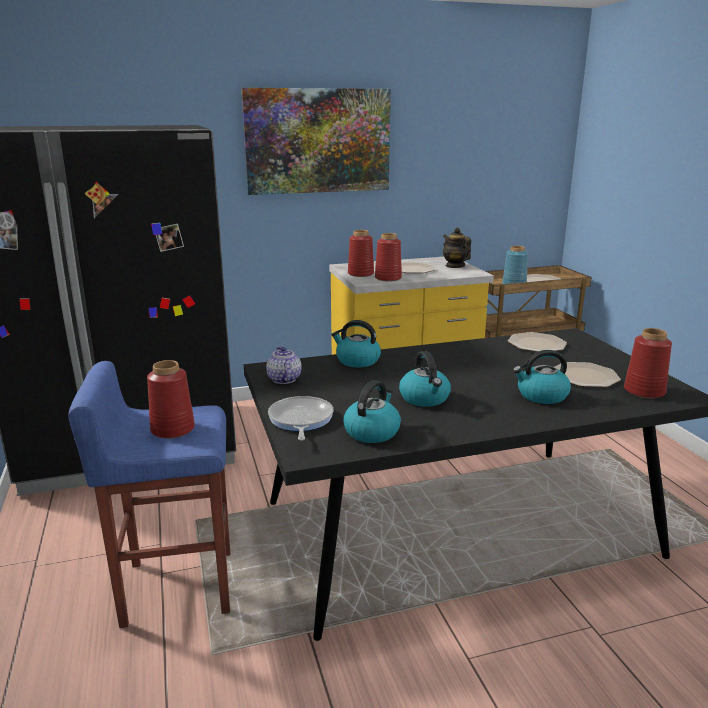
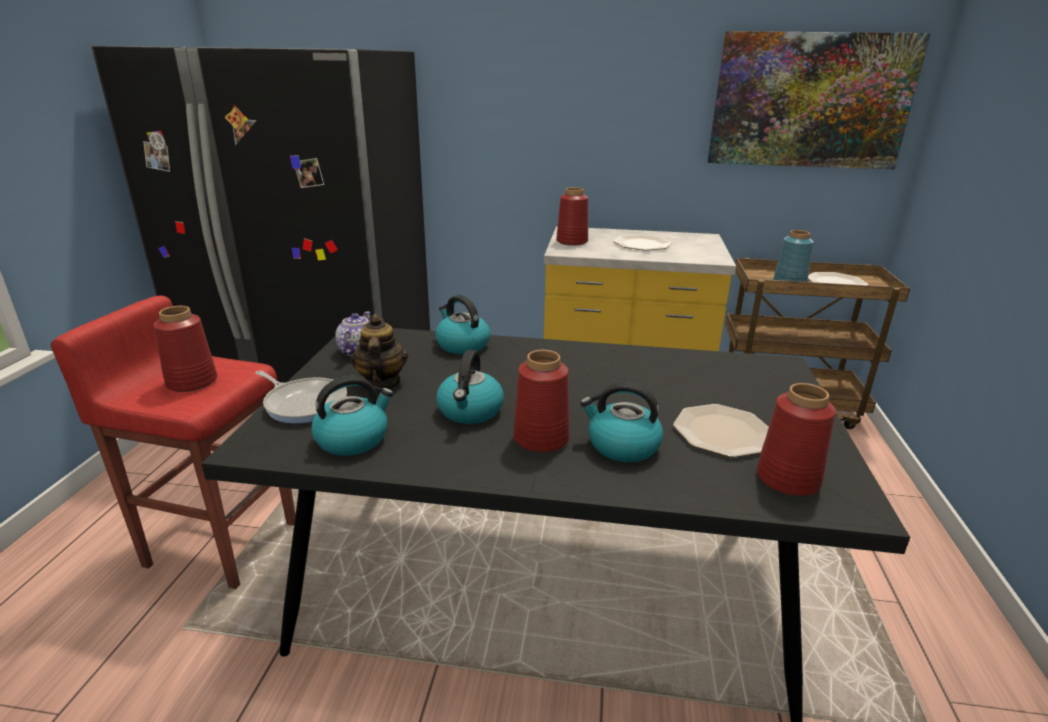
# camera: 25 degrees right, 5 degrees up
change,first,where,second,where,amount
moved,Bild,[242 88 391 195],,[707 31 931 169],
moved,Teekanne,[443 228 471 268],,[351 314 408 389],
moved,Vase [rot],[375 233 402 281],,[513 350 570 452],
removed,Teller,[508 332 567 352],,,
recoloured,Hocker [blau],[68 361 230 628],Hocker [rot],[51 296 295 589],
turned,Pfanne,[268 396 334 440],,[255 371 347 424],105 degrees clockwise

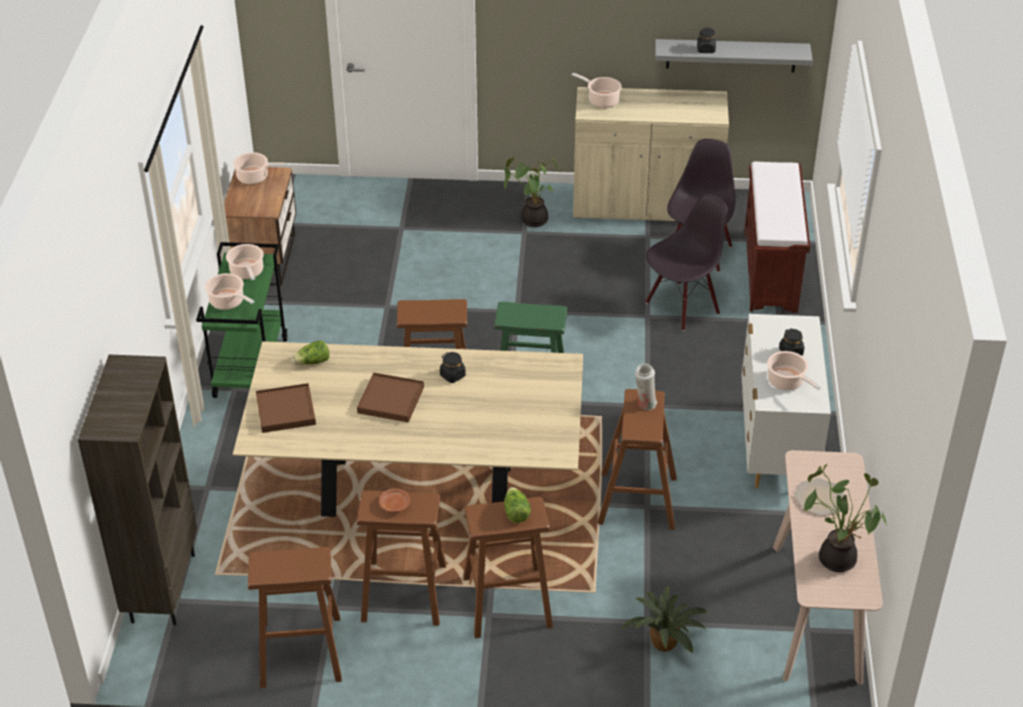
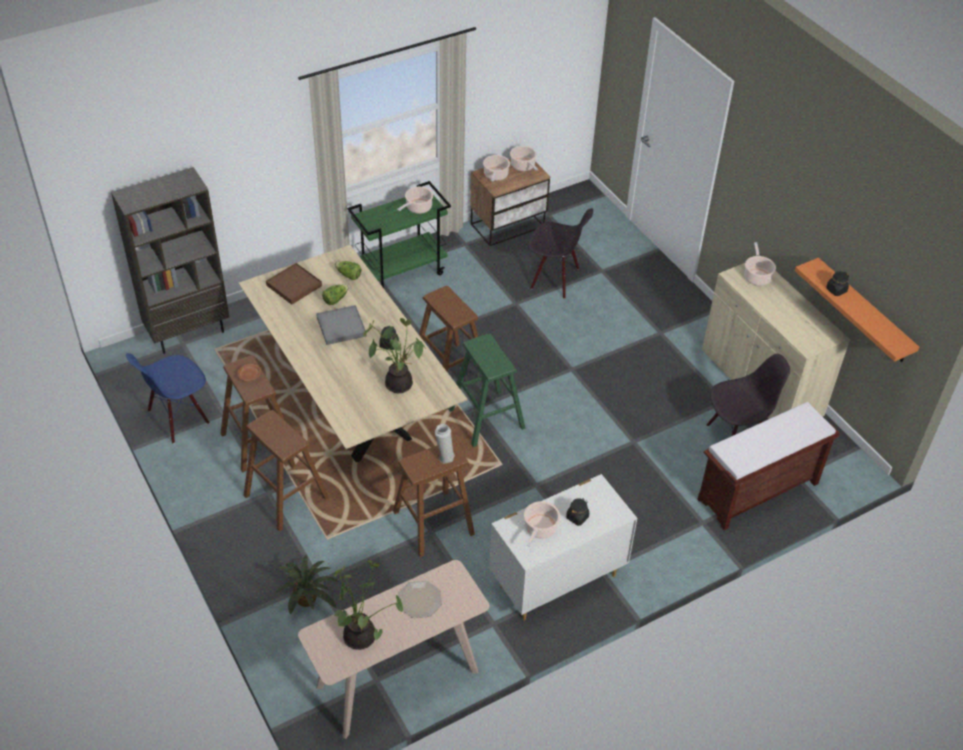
# camera: 55 degrees right, 5 degrees up
change,first,where,second,where,amount
recoloured,Wandregal [grau],[655 39 813 72],Wandregal [orange],[795 258 919 362],
moved,Topfpflanze,[504 156 559 227],,[363 318 426 393],
moved,Stuhl [schwarz],[646 194 728 331],,[528 208 593 299],
moved,Kochtopf,[205 273 255 310],,[483 155 510 182],
recoloured,Tablett [braun],[357 373 424 423],Tablett [grau],[316 305 366 345],
moved,Salatkopf,[504 487 531 523],,[322 284 349 305],
replaced,Hocker [braun],[248 547 342 688],Stuhl [blau],[126 353 210 444],

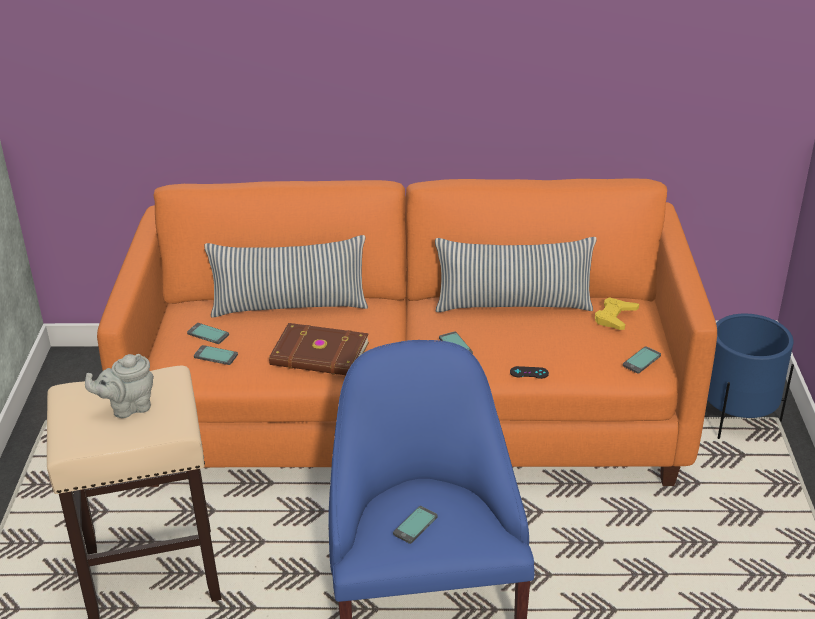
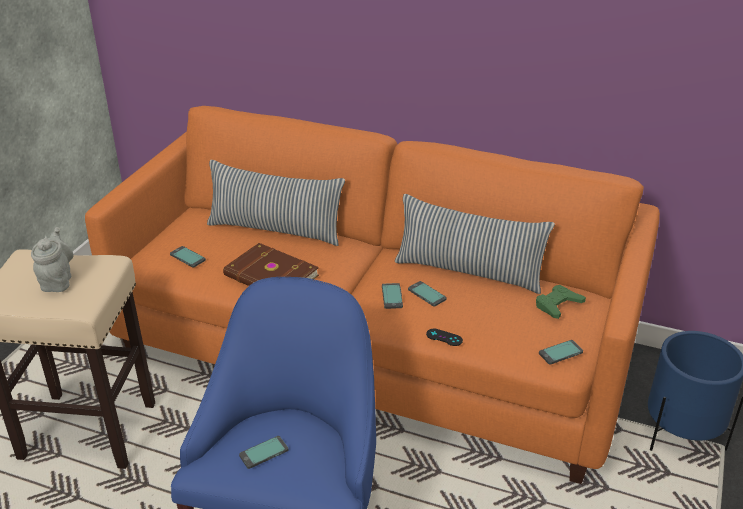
# camera: 20 degrees right, 0 degrees up
change,first,where,second,where,amount
recoloured,Gamepad [gelb],[595 297 639 330],Gamepad [grün],[536 285 586 319],
moved,Handy,[187 323 229 344],,[408 281 447 307],
turned,Teekanne [grau],[85 354 154 418],,[31 227 74 292],90 degrees clockwise

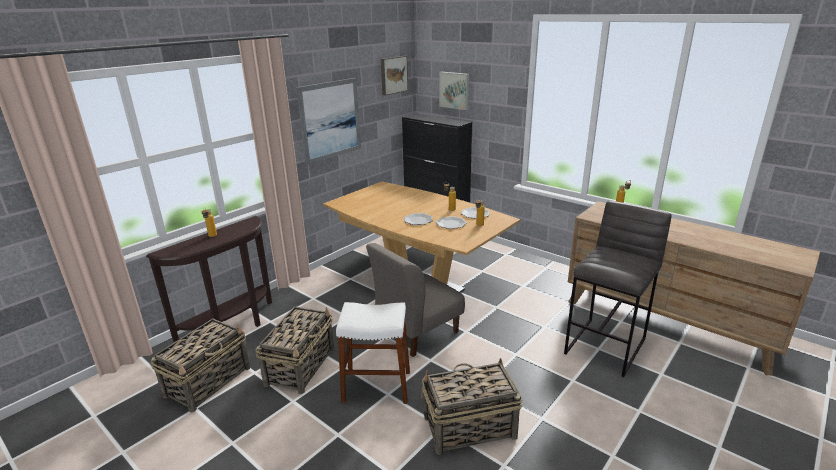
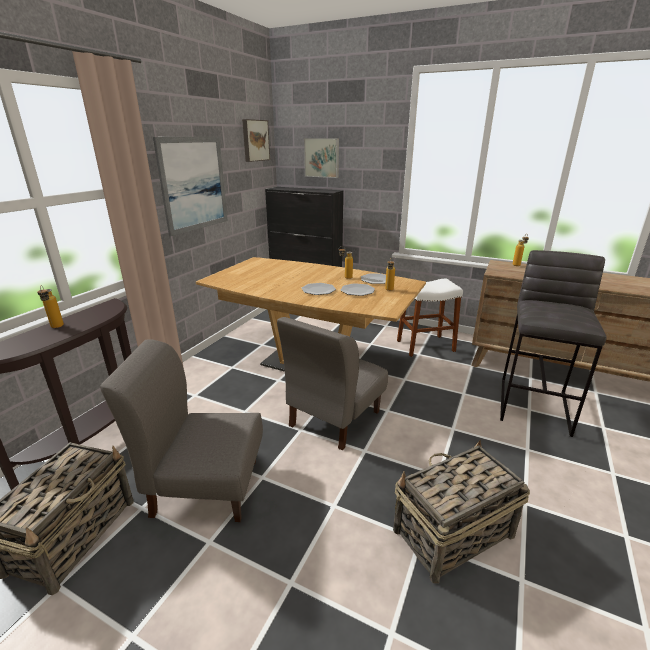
# camera: 15 degrees left, 0 degrees up
change,first,where,second,where,amount
moved,Hocker [weiß],[336 302 410 404],,[397 279 463 357],
replaced,Korb,[256 306 334 394],Stuhl [grau],[100 339 263 522],

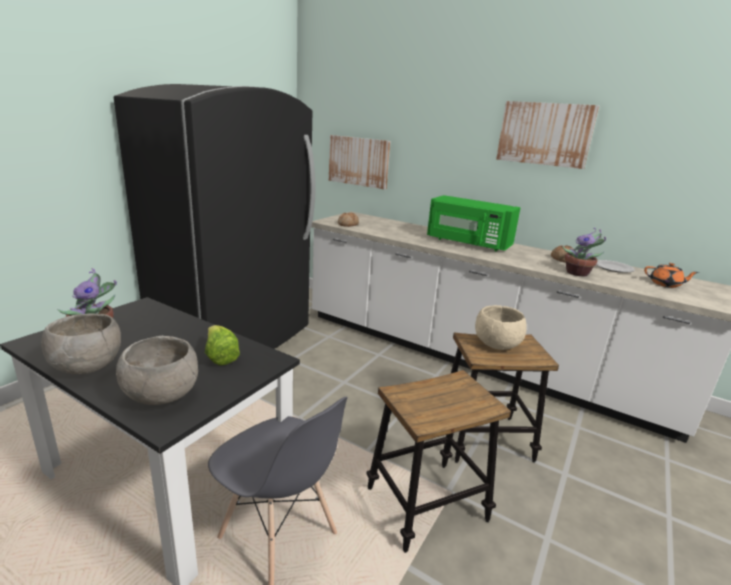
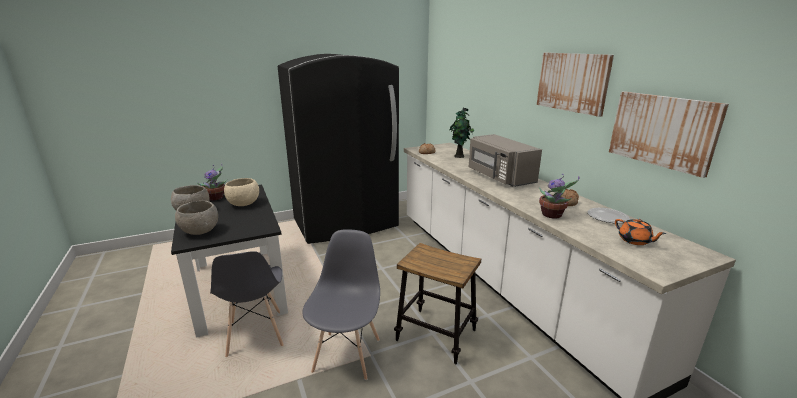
# camera: 35 degrees right, 0 degrees up
change,first,where,second,where,amount
moved,Bild,[329 135 391 190],,[609 91 729 178],
recoloured,Mikrowelle [grün],[427 195 521 251],Mikrowelle [grau],[469 134 542 187],
moved,Schüssel [beige],[475 305 527 350],,[224 178 259 206],
removed,Salatkopf,[205 325 240 365],,,
replaced,Hocker,[366 370 511 553],Stuhl [grau],[302 229 380 380],
added,,,Topfpflanze,[450 108 474 158],

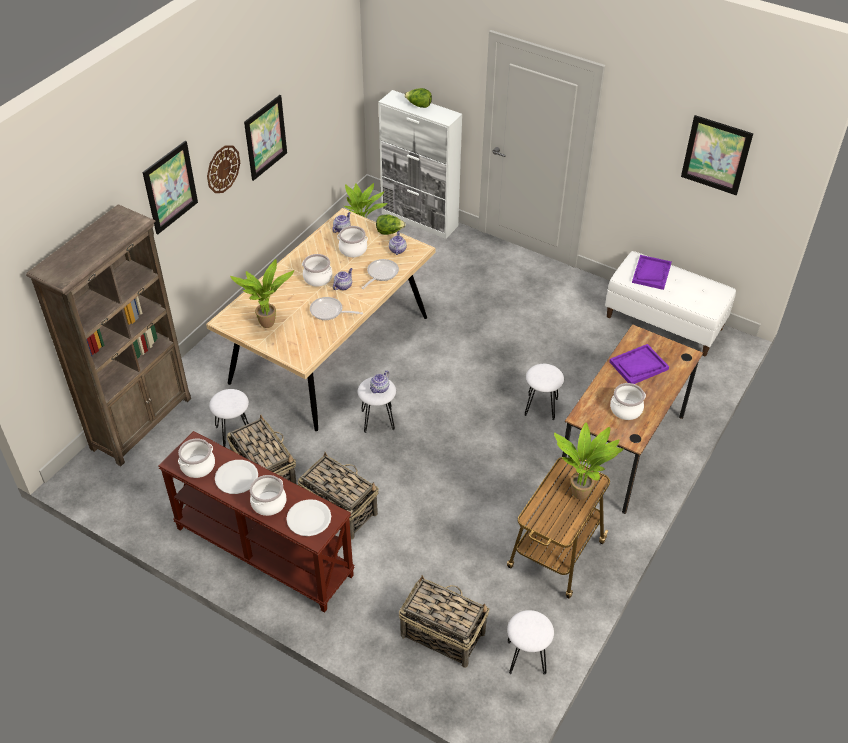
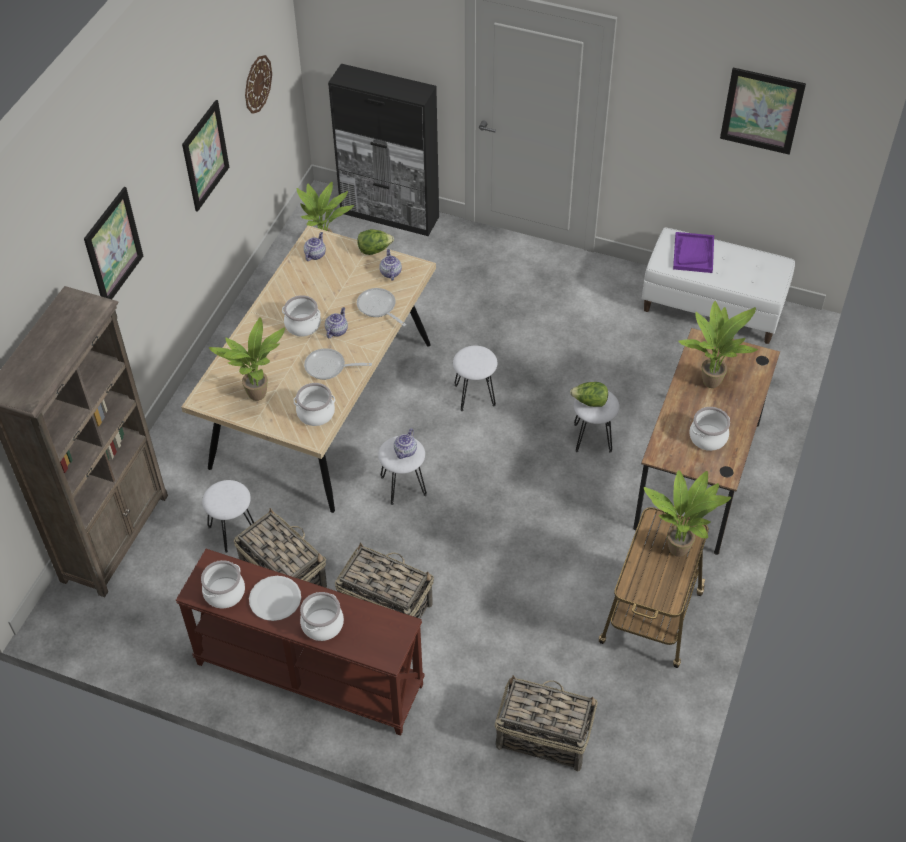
# camera: 10 degrees left, 5 degrees up
change,first,where,second,where,amount
moved,Salatkopf,[404 88 432 108],,[570 382 608 407],
recoloured,Schrank [weiß],[379 90 462 239],Schrank [schwarz],[328 64 439 236],
moved,Wanduhr,[207 145 240 193],,[245 55 272 114],
moved,Kochtopf,[337 226 368 257],,[294 383 335 426],
turned,Pfanne,[362 259 399 289],,[357 288 406 326],60 degrees counterclockwise
replaced,Tablett [lila],[609 344 669 384],Topfpflanze,[678 301 758 388],
removed,Teller [weiß],[286 499 331 536],,,
moved,Hocker [weiß],[507 610 554 675],,[453 345 497 411],

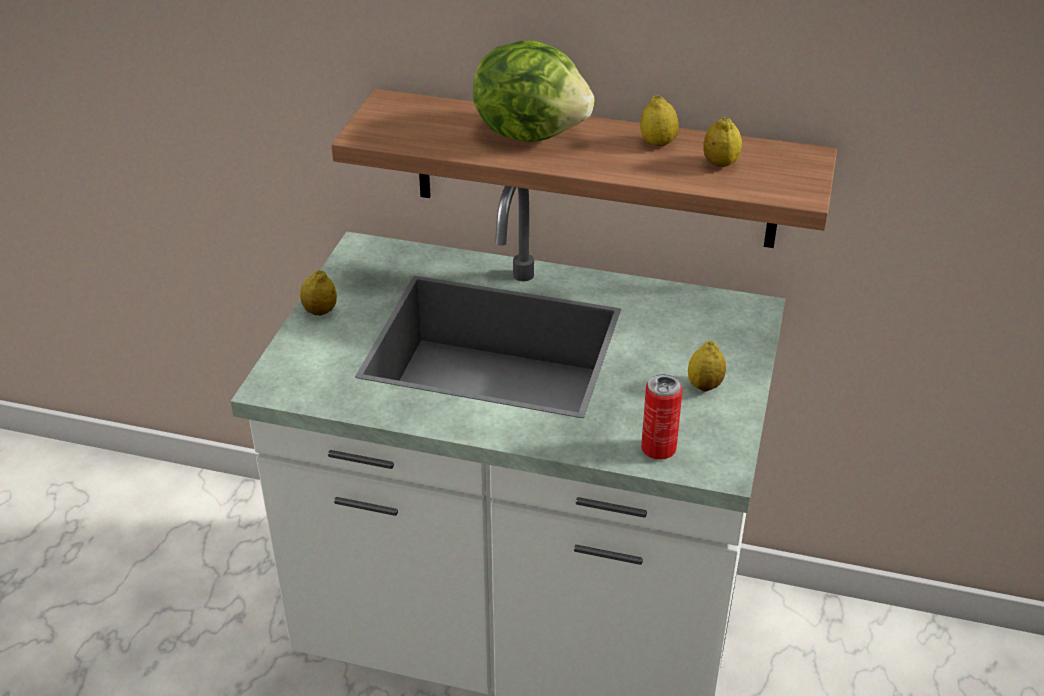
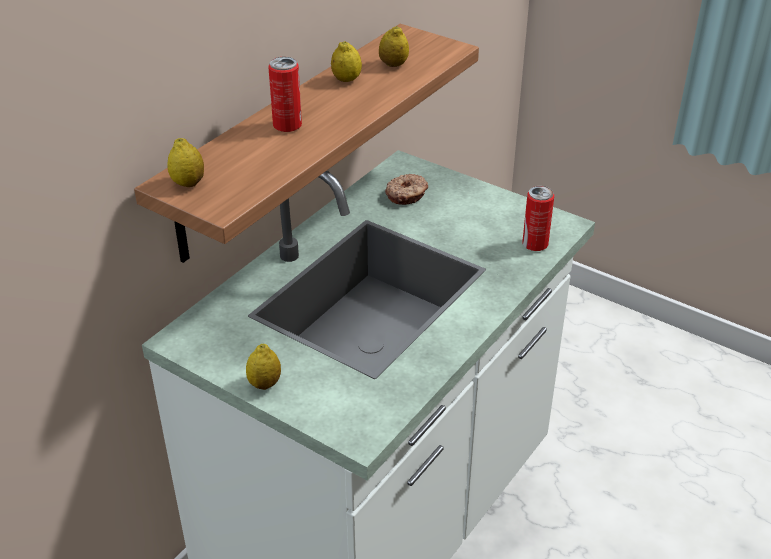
# camera: 70 degrees left, 0 degrees up
change,first,where,second,where,amount
replaced,Salatkopf,[473 40 594 142],Dose,[268 57 302 132],
moved,Zitrone,[688 341 726 392],,[167 138 204 187],
added,,,Donut,[385 174 428 205],

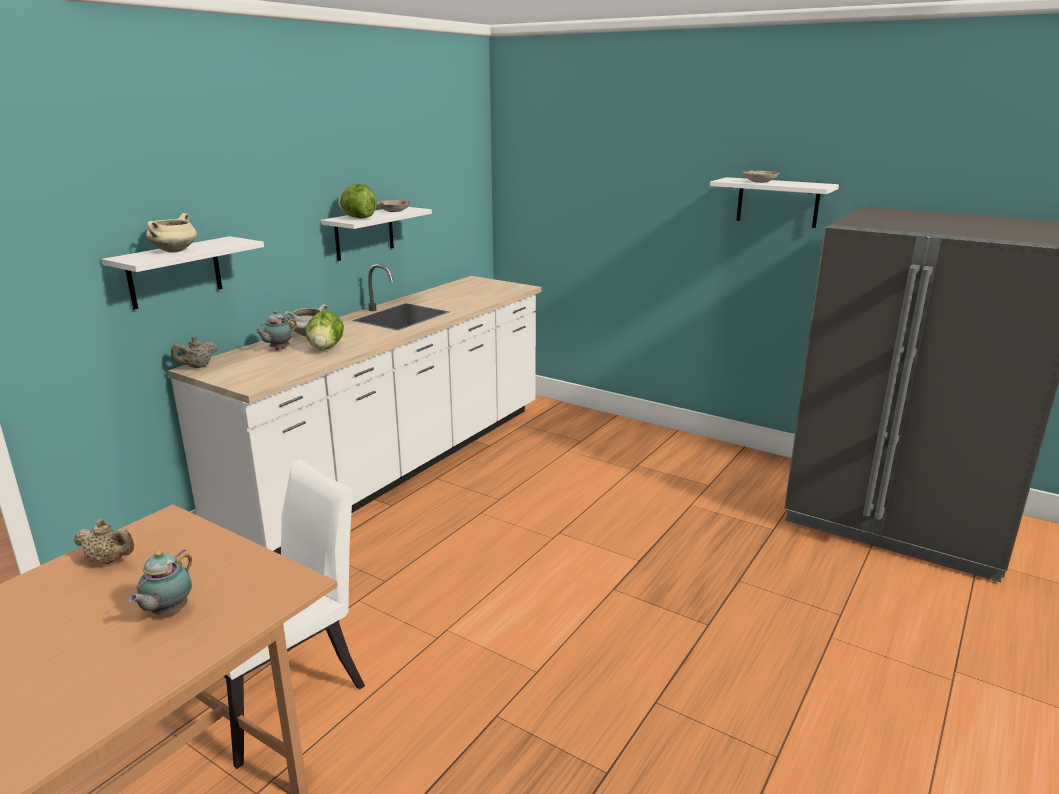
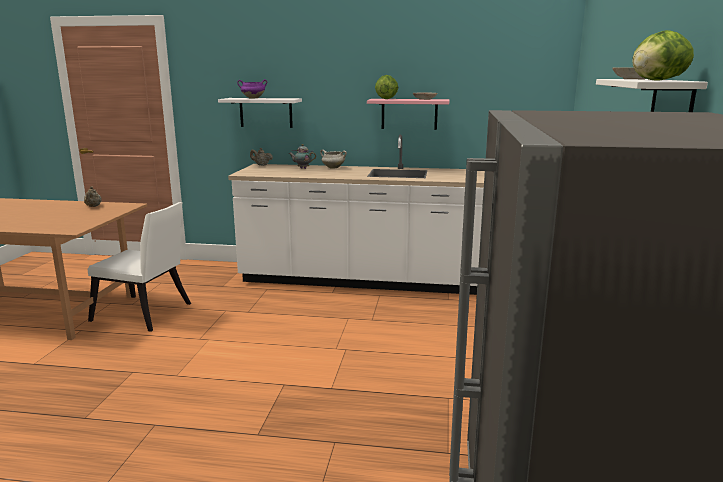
# camera: 65 degrees right, 5 degrees down
change,first,where,second,where,amount
recoloured,Wandregal [weiß],[321 207 432 261],Wandregal [rosa],[367 99 449 130],
recoloured,Kochtopf [beige],[146 213 197 253],Kochtopf [lila],[237 79 267 99],
moved,Salatkopf,[305 311 344 350],,[632 30 694 81],
removed,Teekanne,[129 549 192 615],,,

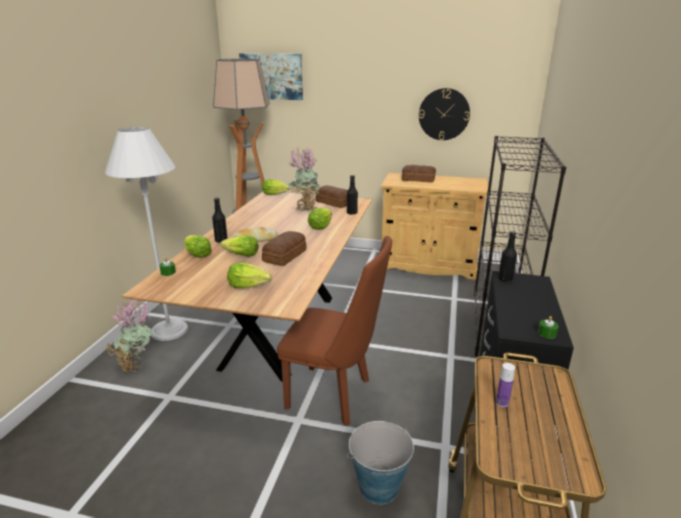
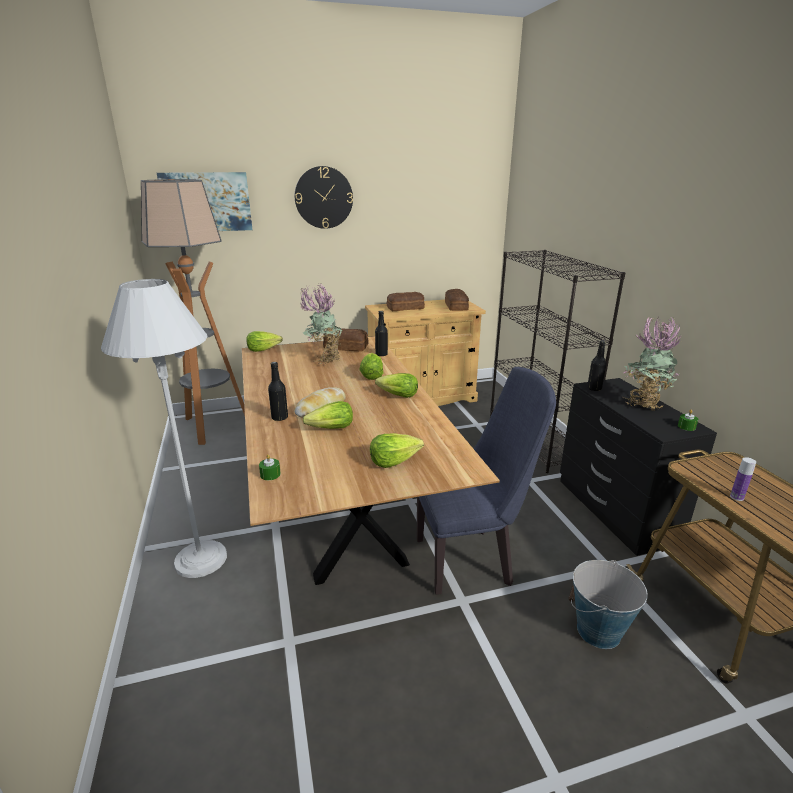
# camera: 30 degrees left, 0 degrees up
change,first,where,second,where,amount
moved,Wanduhr,[419 88 470 140],,[295 166 353 229],
moved,Brot,[262 231 307 266],,[445 289 469 311],
moved,Salatkopf,[184 235 212 258],,[375 373 418 398],
recoloured,Stuhl [braun],[277 236 392 426],Stuhl [blau],[417 367 556 595],
moved,Topfpflanze,[106 299 153 373],,[624 317 682 411],

